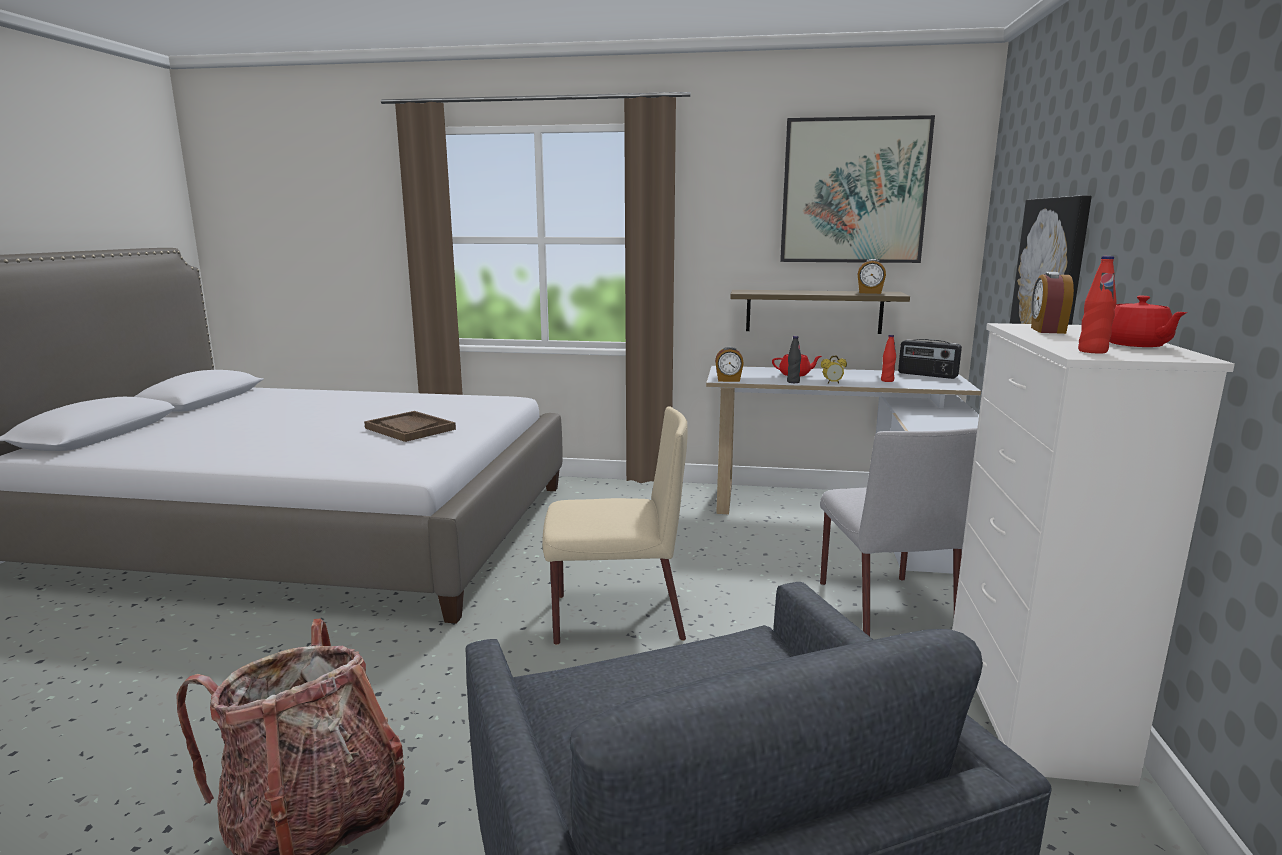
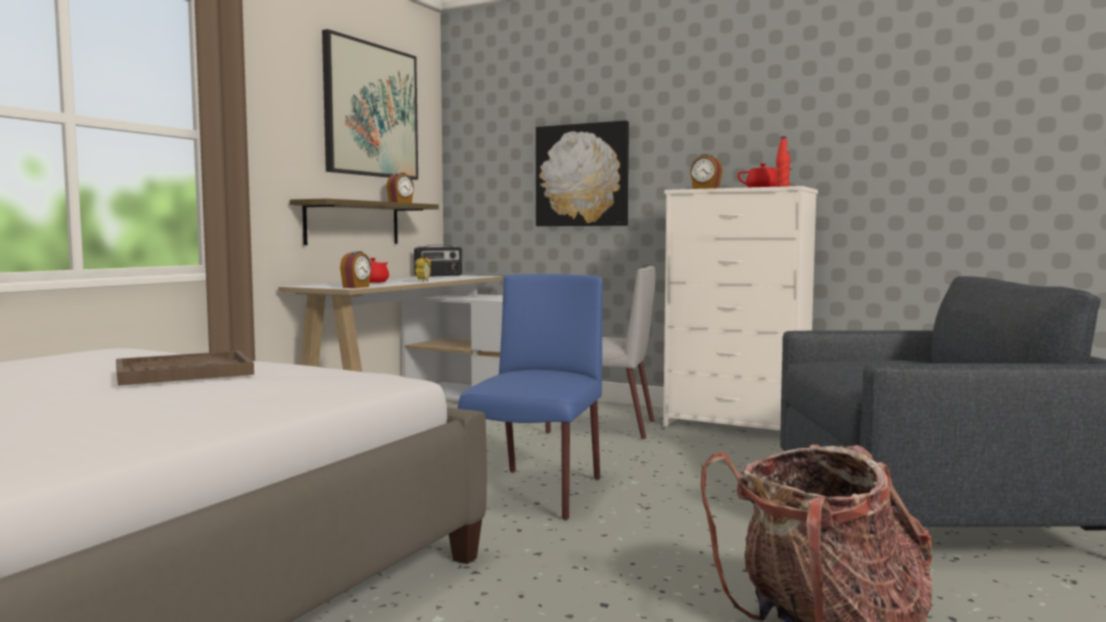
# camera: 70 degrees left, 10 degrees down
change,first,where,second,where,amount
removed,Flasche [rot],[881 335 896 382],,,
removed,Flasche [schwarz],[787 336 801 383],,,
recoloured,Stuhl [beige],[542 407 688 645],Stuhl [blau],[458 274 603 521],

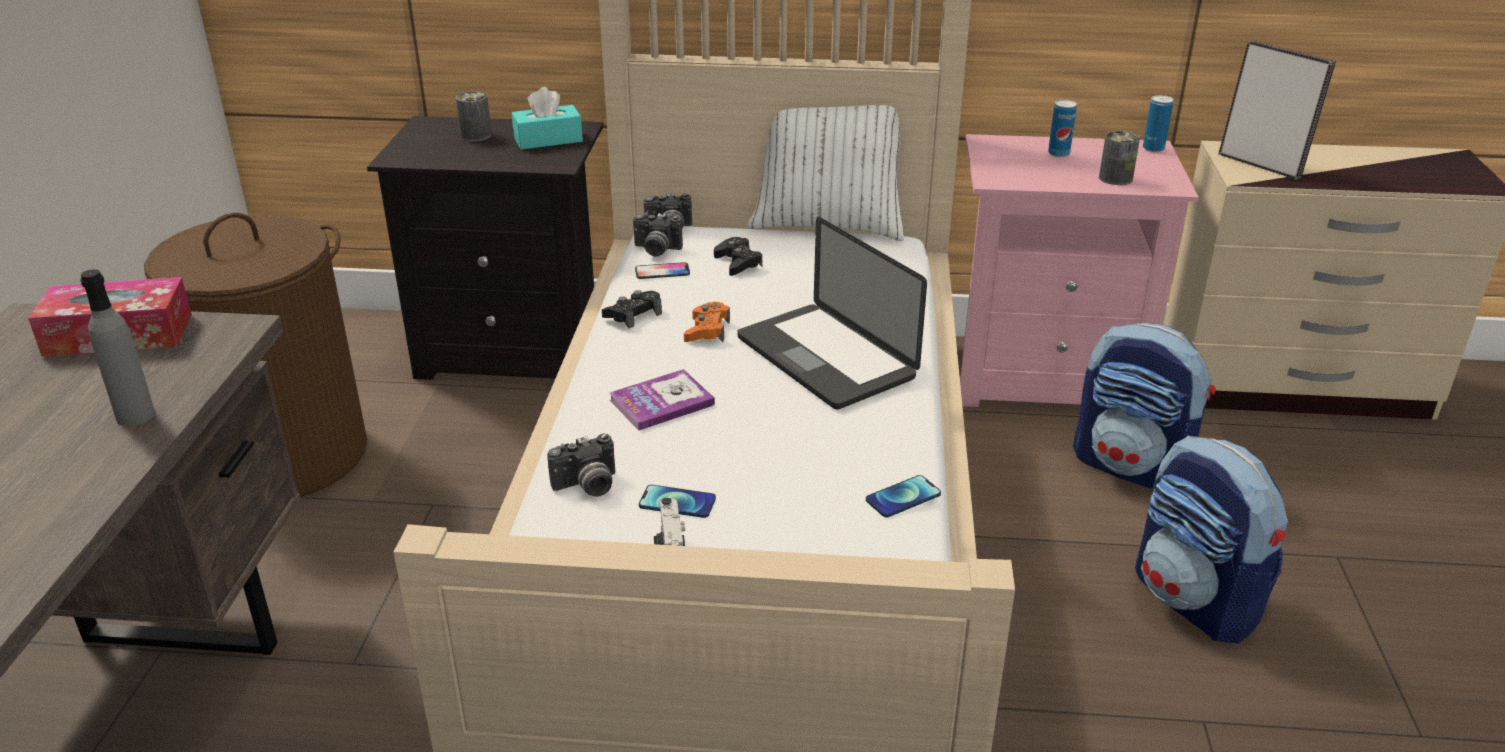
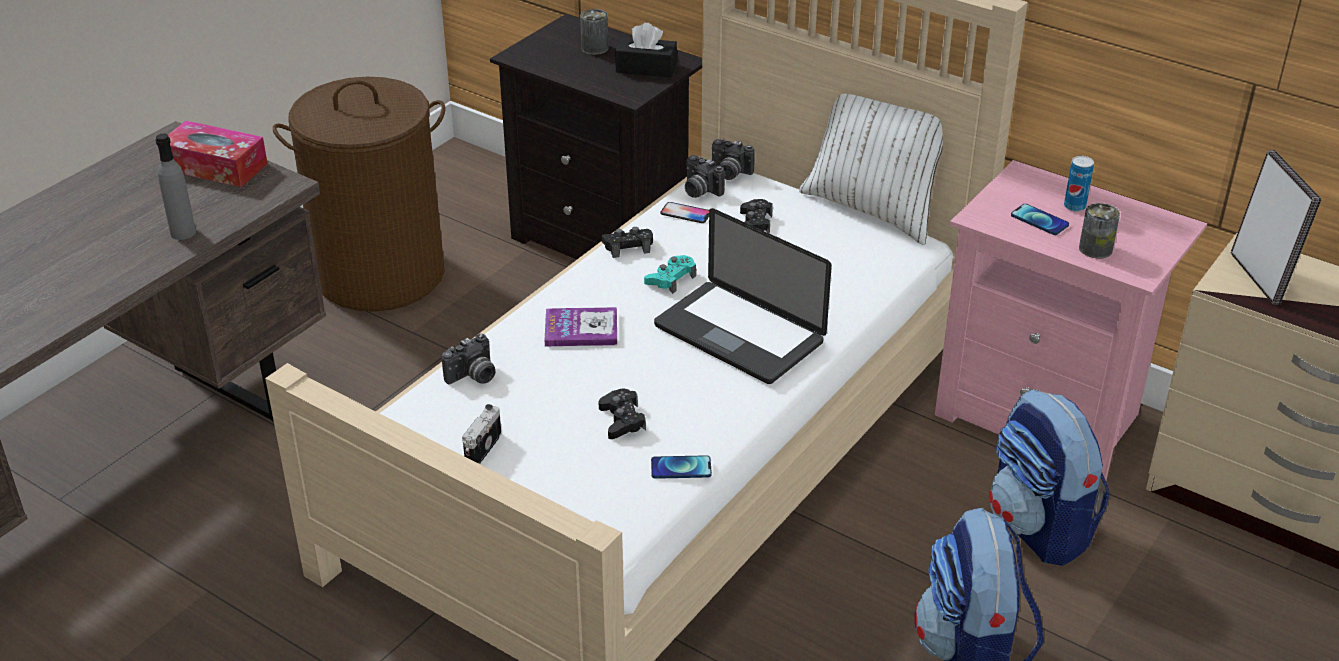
# camera: 30 degrees right, 5 degrees up
change,first,where,second,where,amount
recoloured,Taschentuchbox [türkis],[512 87 583 150],Taschentuchbox [schwarz],[615 23 677 77],
removed,Dose,[1143 95 1174 152],,,
turned,Laptop,[737 217 927 410],,[654 208 832 384],45 degrees counterclockwise
recoloured,Gamepad [orange],[684 302 730 342],Gamepad [türkis],[644 255 696 294],
turned,Kamera,[547 434 615 497],,[442 334 495 385],45 degrees counterclockwise
moved,Handy,[639 485 716 518],,[1011 204 1069 235],
added,,,Gamepad [schwarz],[599 389 646 439],

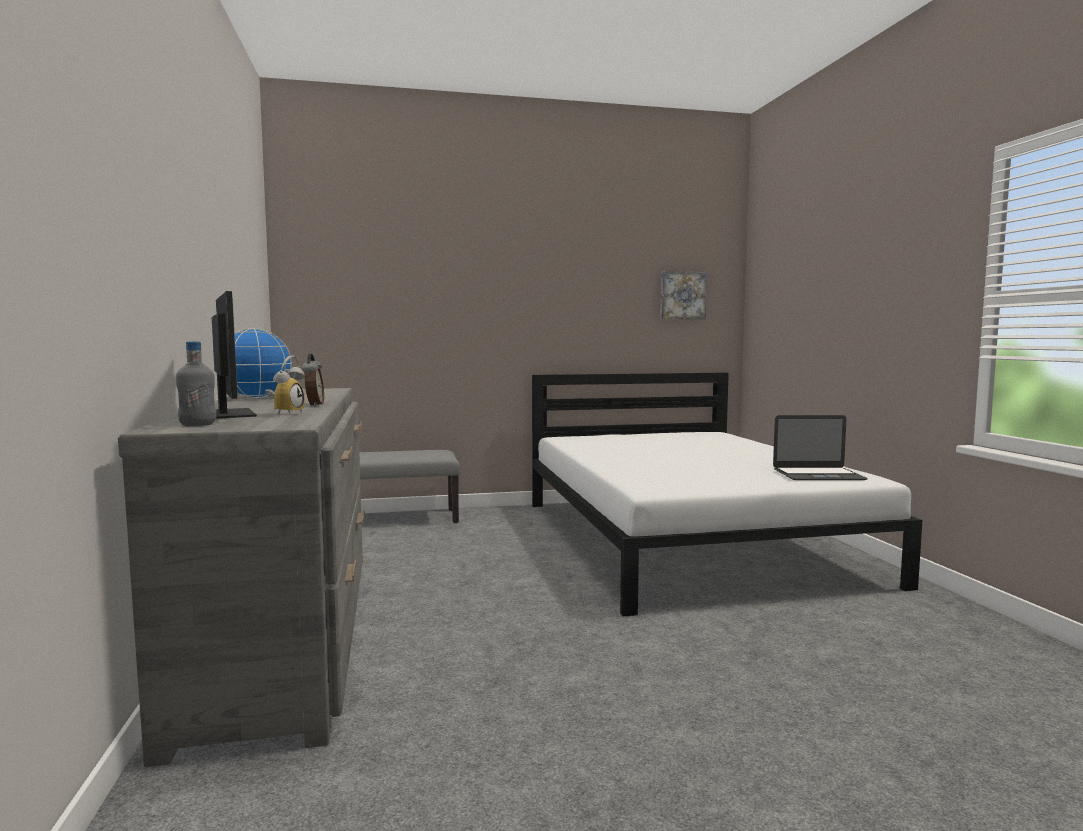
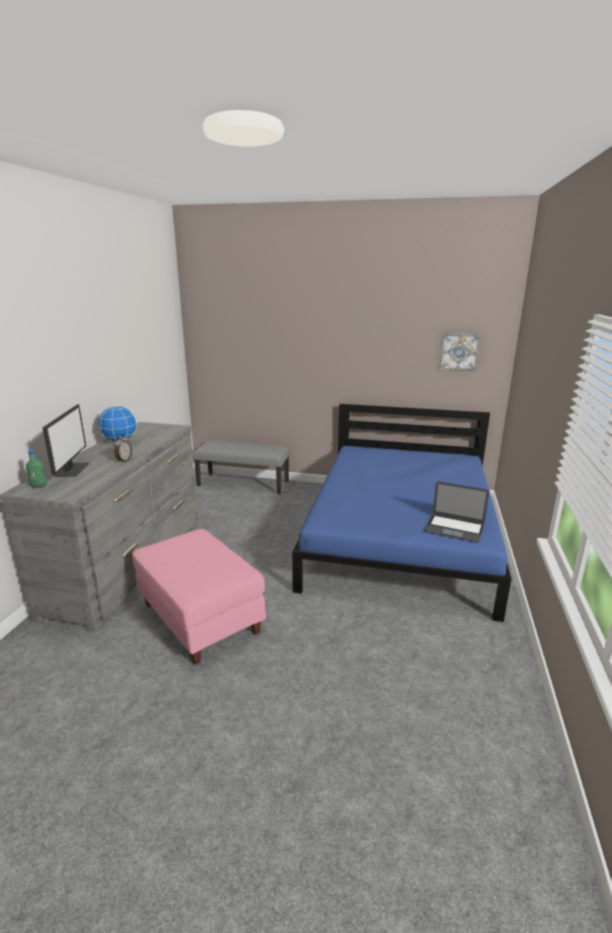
# camera: 25 degrees right, 15 degrees up
change,first,where,second,where,amount
recoloured,Flasche [grau],[176 341 217 426],Flasche [grün],[26 450 47 488],
removed,Wecker,[265 355 305 415],,,
recoloured,Bett [weiß],[532 373 922 616],Bett [blau],[292 404 511 622],
added,,,Polsterhocker [rosa],[132 529 266 665],

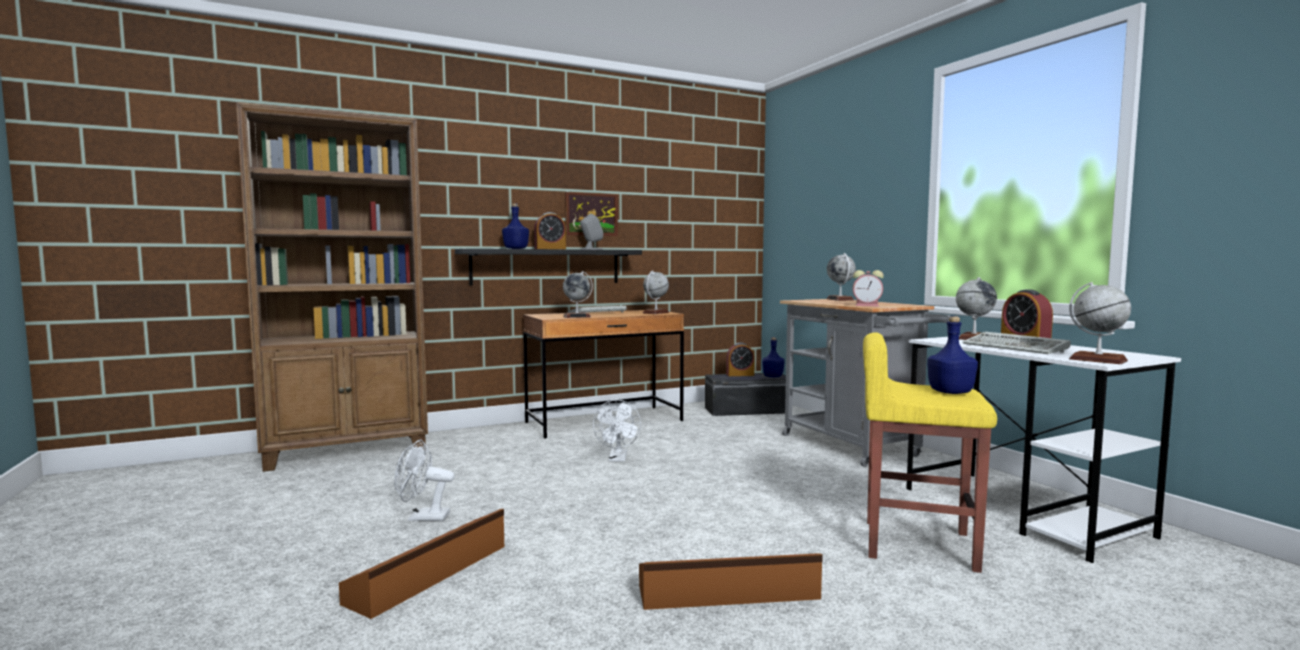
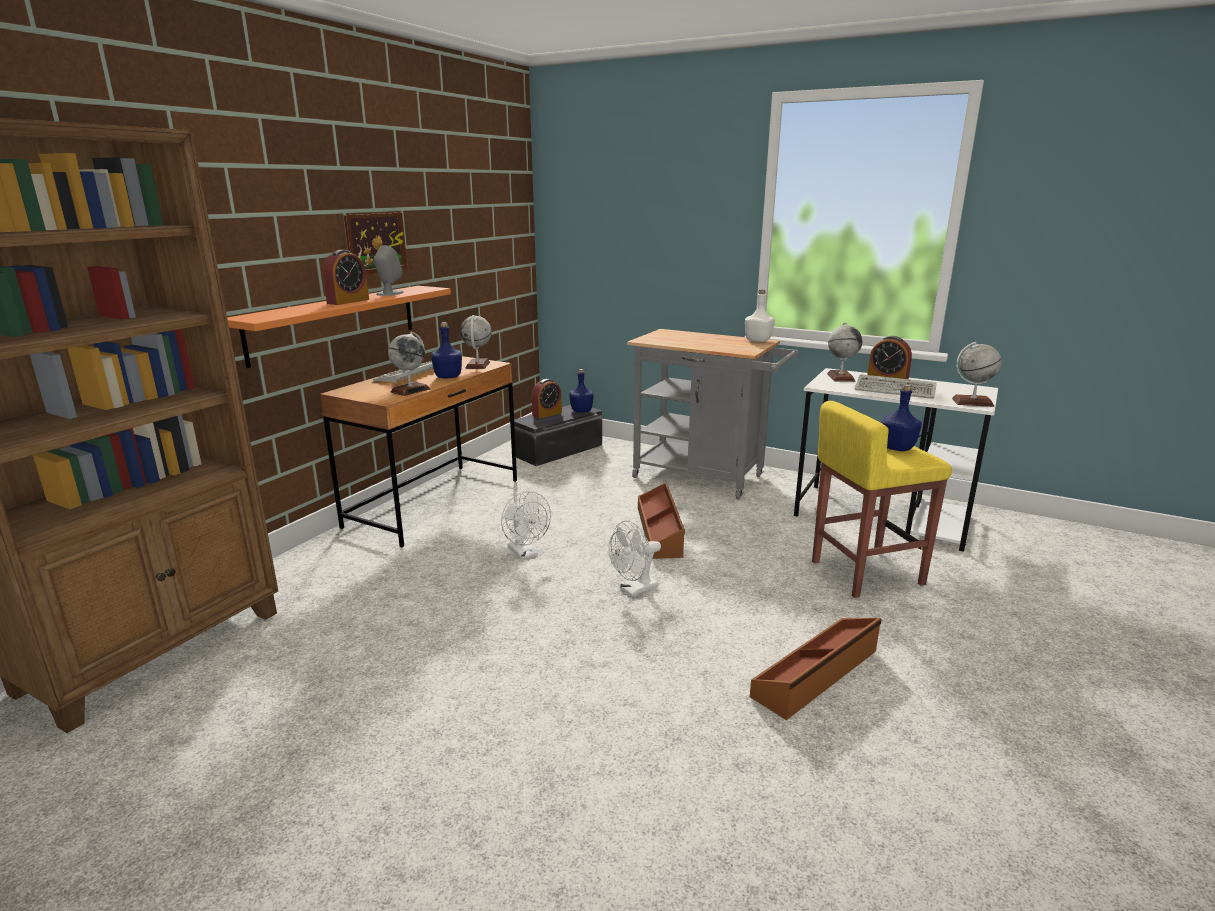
# camera: 35 degrees left, 15 degrees up
change,first,where,second,where,amount
moved,Flasche [blau],[502 203 529 249],,[431 322 462 378],
recoloured,Wandregal [schwarz],[455 249 642 285],Wandregal [orange],[227 286 451 368],
removed,Globus,[826 253 856 301],,,
removed,Wecker,[853 270 884 306],,,
moved,Ventilator [weiß],[394 439 455 521],,[608 520 661 597],
moved,Aufbewahrungsbox [braun],[339 508 504 619],,[638 483 685 559],
added,,,Flasche [weiß],[745 290 775 342],

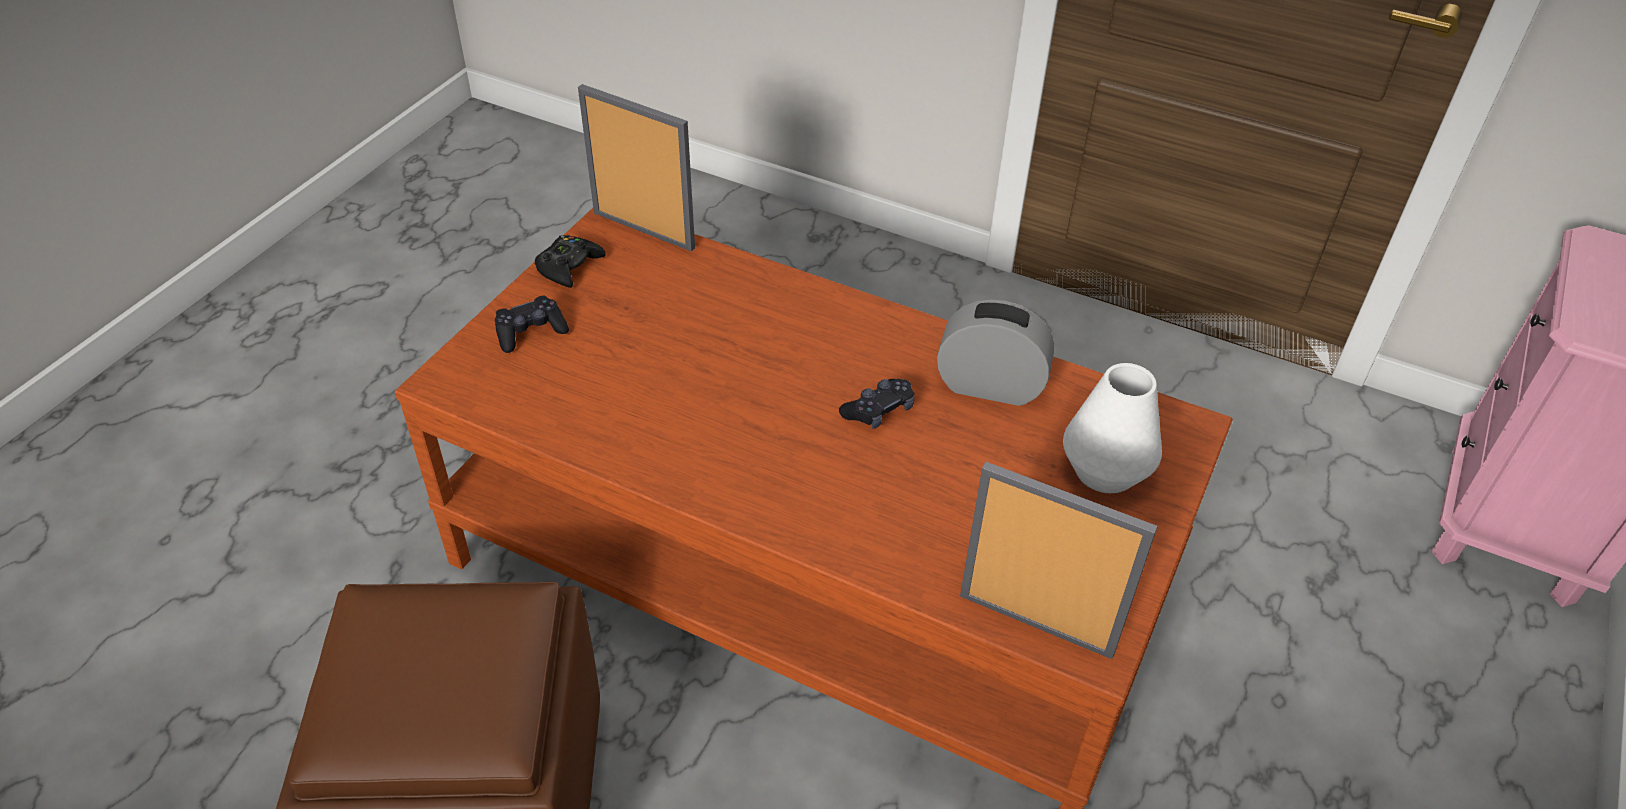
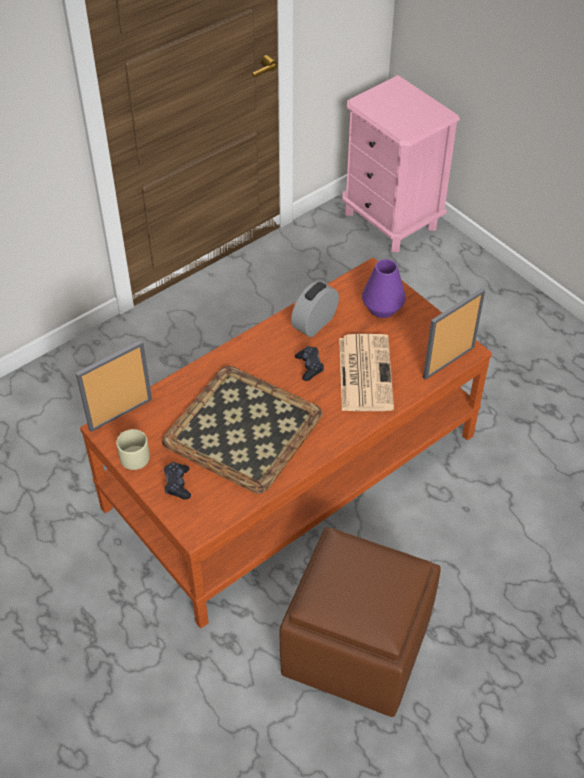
# camera: 65 degrees left, 5 degrees up
change,first,where,second,where,amount
replaced,Gamepad [schwarz],[535 235 606 288],Henkelbecher [beige],[116 429 150 470],
recoloured,Vase [weiß],[1063 363 1162 493],Vase [lila],[362 259 406 318],
added,,,Zeitung,[339 334 394 411],
added,,,Tablett,[162 366 323 494],

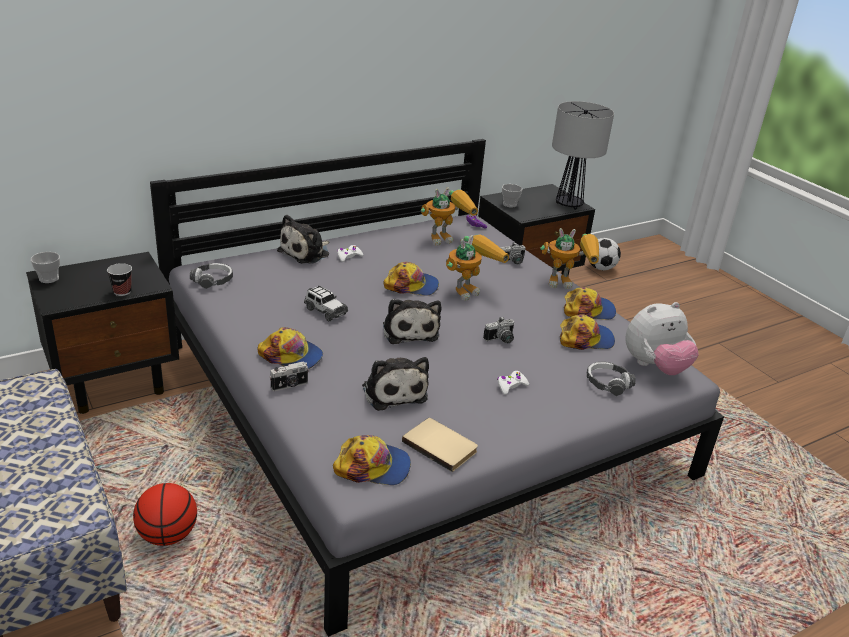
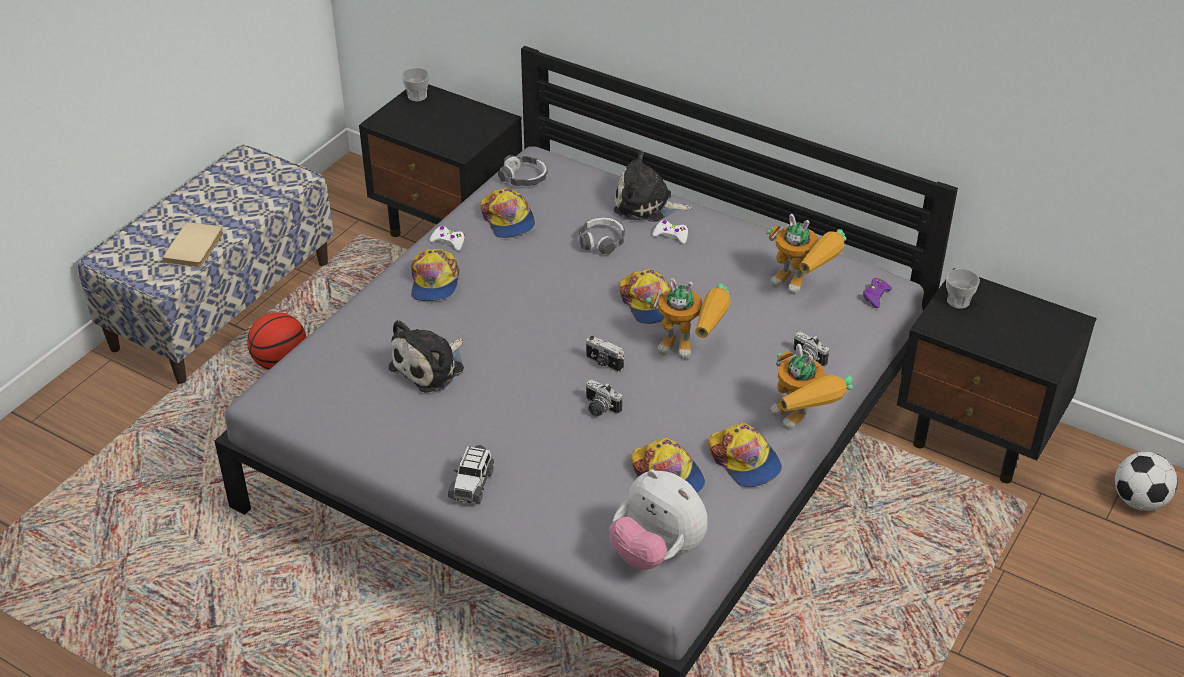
# camera: 65 degrees right, 10 degrees up
change,first,where,second,where,amount
removed,Tischlampe,[552 101 614 210],,,
removed,Tasse,[107 263 132 296],,,
moved,Spielzeugauto,[304 286 348 321],,[448 445 494 504],
removed,Plüschtier,[383 299 441 344],,,
moved,Kamera,[269 361 309 391],,[586 335 624 372],
moved,Kopfhörer,[587 361 636 396],,[579 217 625 255],
moved,Gamepad [weiß],[497 371 529 394],,[430 226 465 251],
moved,Buch [beige],[402 418 478 472],,[162 222 223 268],
moved,Kappe,[333 435 411 485],,[480 188 535 238],

